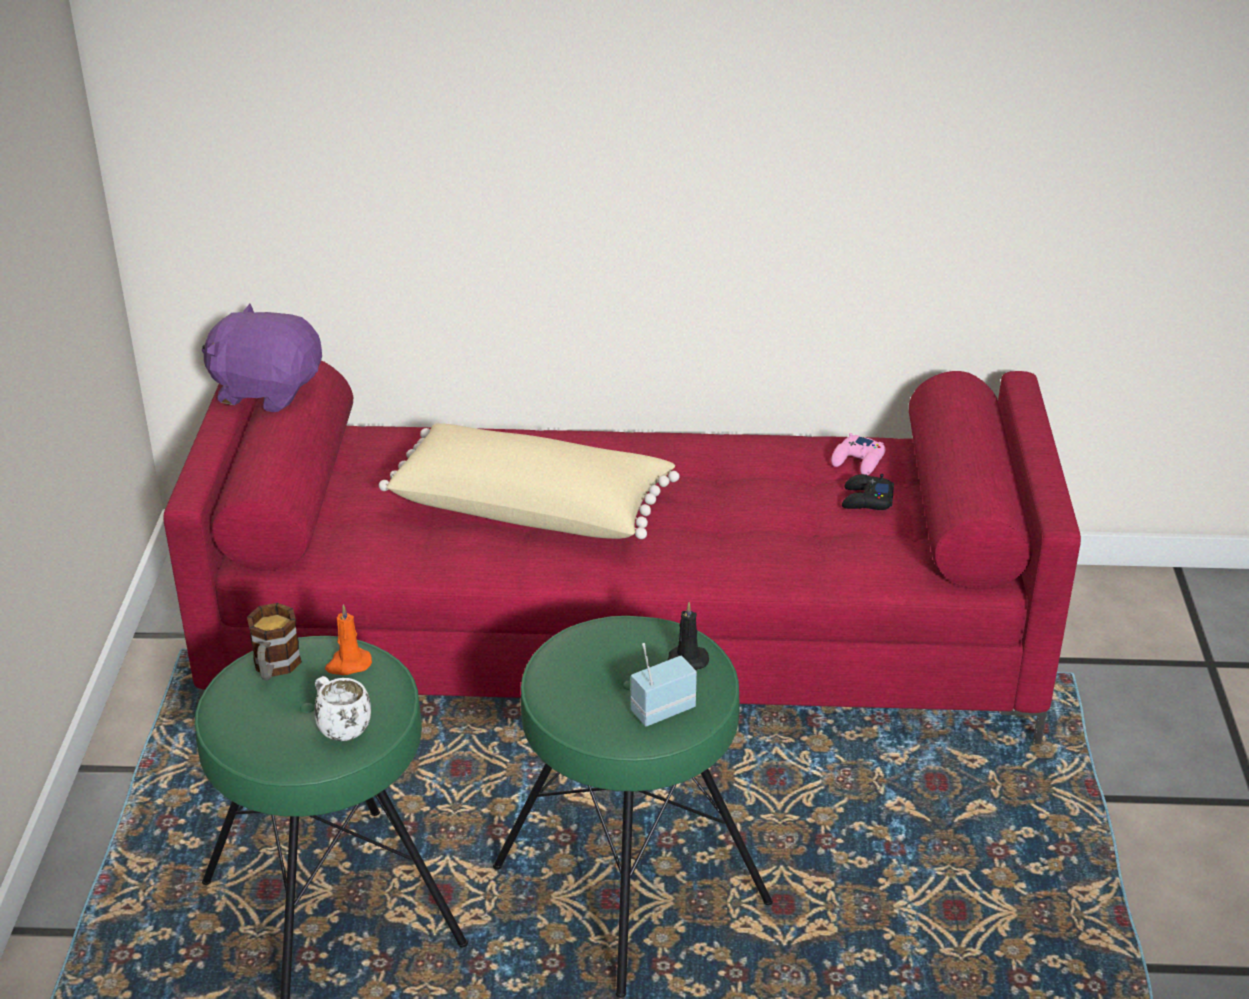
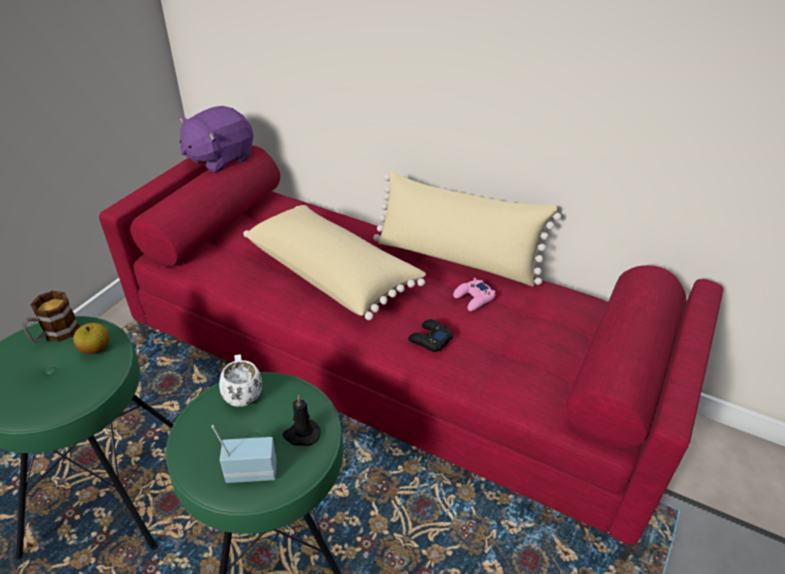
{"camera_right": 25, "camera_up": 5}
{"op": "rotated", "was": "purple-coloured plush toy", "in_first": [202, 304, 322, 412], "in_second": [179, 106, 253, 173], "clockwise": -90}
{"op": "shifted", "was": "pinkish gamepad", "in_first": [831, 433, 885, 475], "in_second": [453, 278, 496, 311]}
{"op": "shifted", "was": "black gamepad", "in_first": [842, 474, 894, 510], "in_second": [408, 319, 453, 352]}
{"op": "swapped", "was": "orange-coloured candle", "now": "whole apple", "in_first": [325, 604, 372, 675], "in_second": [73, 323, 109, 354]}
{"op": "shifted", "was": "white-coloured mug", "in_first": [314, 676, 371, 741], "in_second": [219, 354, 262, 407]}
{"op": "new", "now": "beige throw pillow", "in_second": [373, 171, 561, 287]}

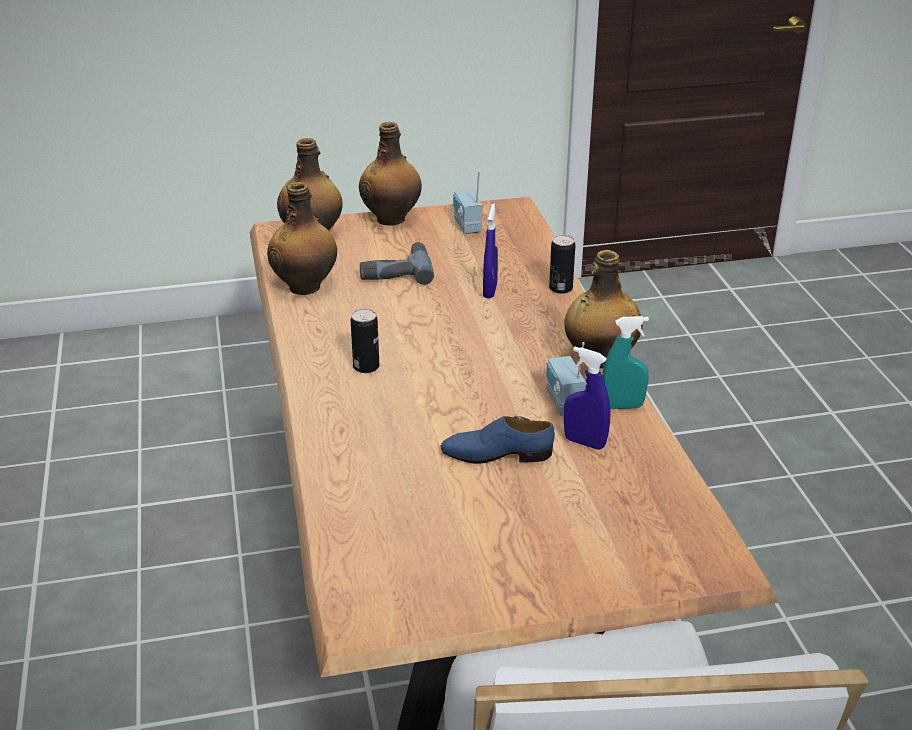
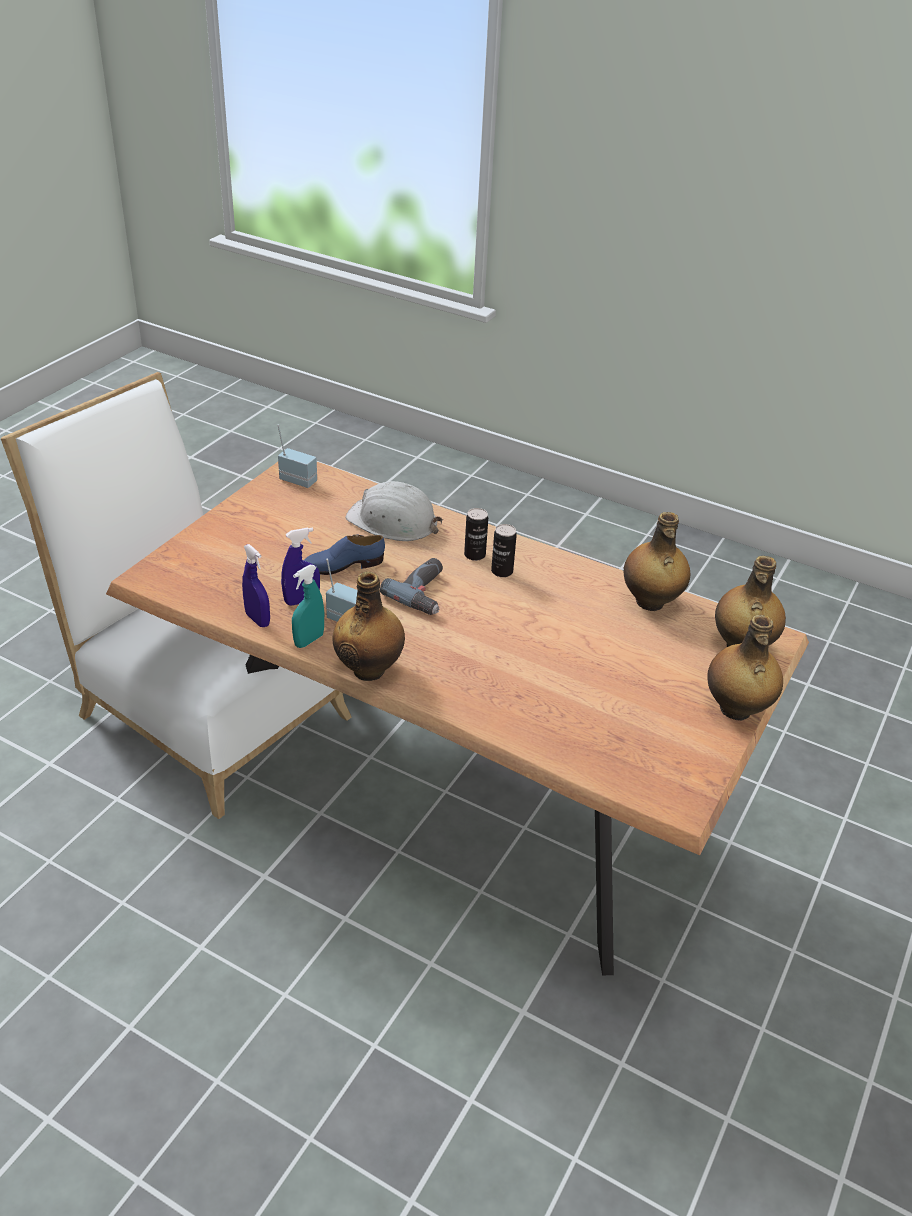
{"camera_right": 130, "camera_up": 5}
{"op": "shifted", "was": "radio receiver", "in_first": [453, 171, 482, 234], "in_second": [277, 425, 317, 488]}
{"op": "shifted", "was": "blue-coloured spray bottle", "in_first": [483, 203, 498, 298], "in_second": [242, 544, 270, 627]}
{"op": "shifted", "was": "can", "in_first": [549, 235, 575, 294], "in_second": [464, 508, 488, 561]}
{"op": "shifted", "was": "drill", "in_first": [360, 242, 434, 285], "in_second": [380, 558, 443, 615]}
{"op": "rotated", "was": "blue-coloured low shoe", "in_first": [441, 416, 555, 464], "in_second": [303, 534, 385, 575], "clockwise": -150}
{"op": "new", "now": "white-coloured safety helmet", "in_second": [346, 481, 443, 541]}

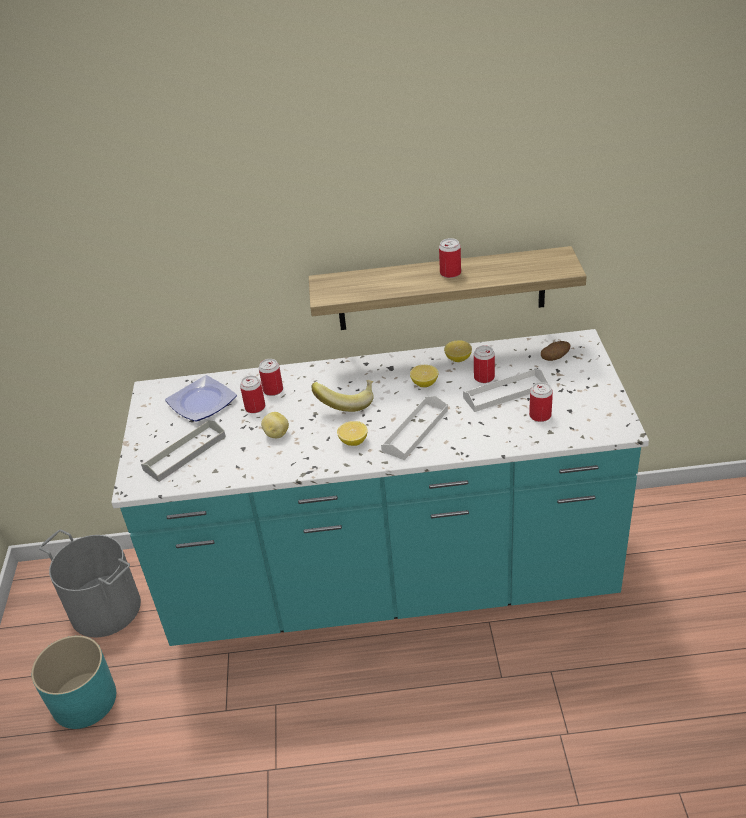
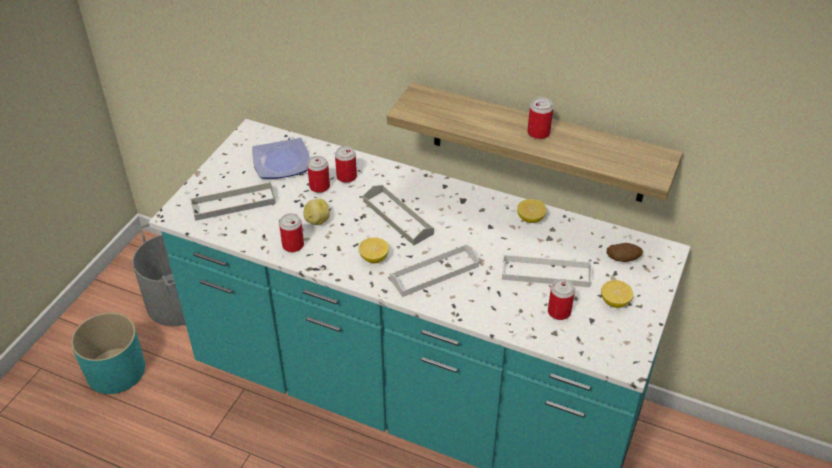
{"camera_right": 25, "camera_up": 5}
{"op": "shifted", "was": "can", "in_first": [474, 345, 495, 383], "in_second": [279, 213, 304, 252]}
{"op": "shifted", "was": "citrus fruit", "in_first": [410, 365, 439, 387], "in_second": [601, 280, 634, 308]}
{"op": "swapped", "was": "banana fruit", "now": "greyish tray", "in_first": [311, 380, 374, 412], "in_second": [363, 185, 434, 245]}

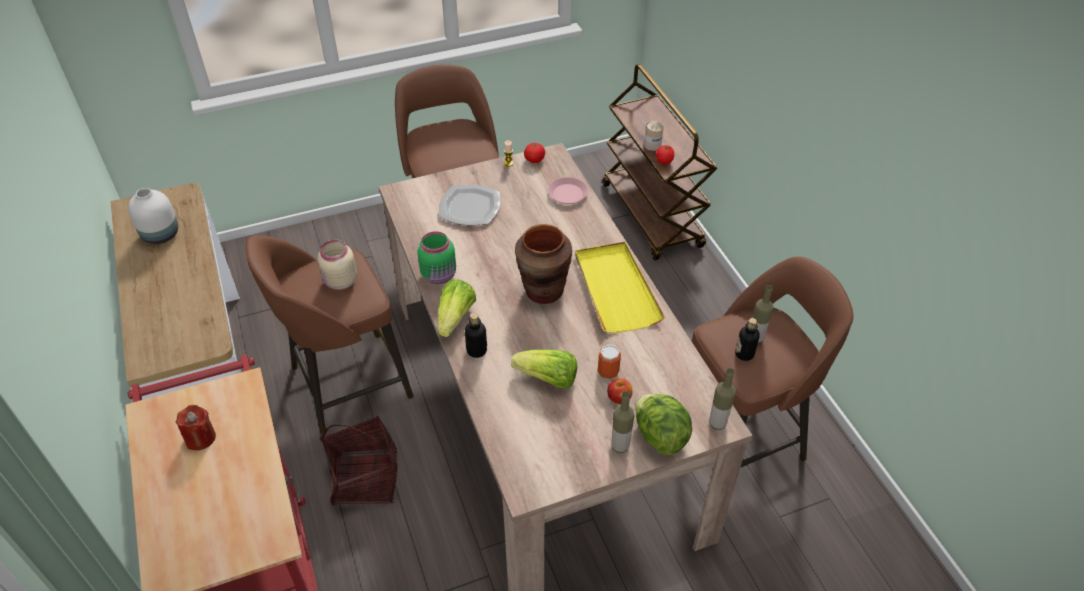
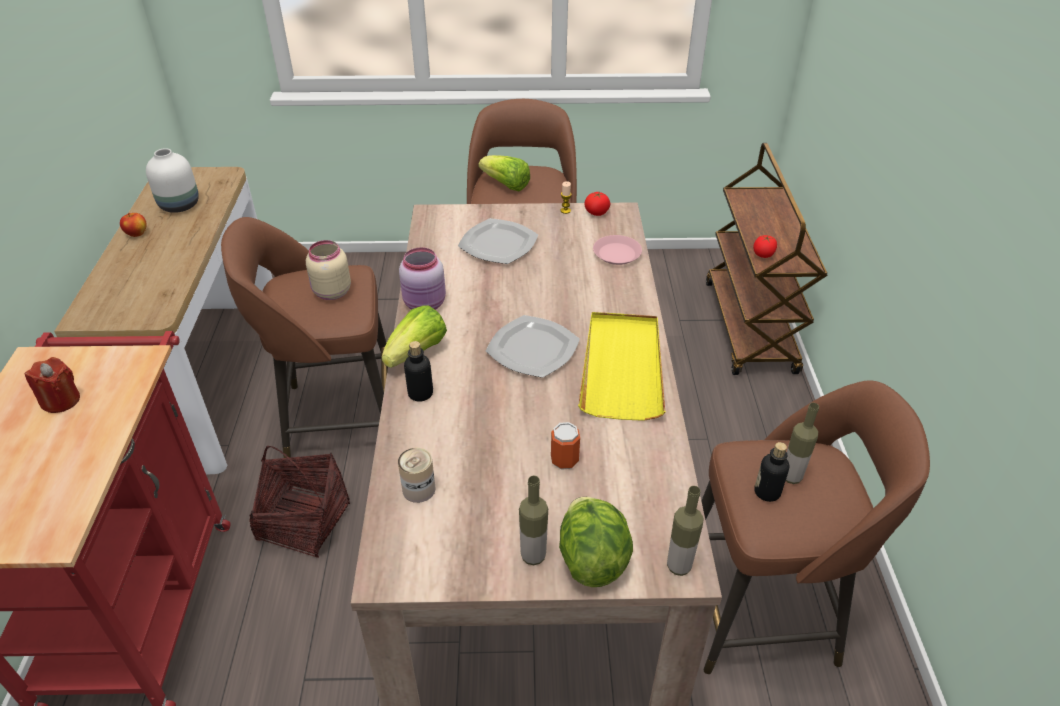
{"camera_right": 20, "camera_up": -5}
{"op": "shifted", "was": "can", "in_first": [644, 121, 664, 151], "in_second": [398, 448, 436, 503]}
{"op": "swapped", "was": "brown-coloured decorative vase", "now": "flat dish", "in_first": [515, 224, 572, 304], "in_second": [486, 315, 580, 378]}
{"op": "repainted", "was": "green preserve jar", "now": "pinkish preserve jar", "in_first": [417, 231, 456, 284], "in_second": [399, 247, 446, 310]}
{"op": "shifted", "was": "lettuce", "in_first": [511, 350, 577, 388], "in_second": [479, 155, 530, 191]}
{"op": "shifted", "was": "whole apple", "in_first": [607, 378, 633, 404], "in_second": [120, 213, 147, 237]}

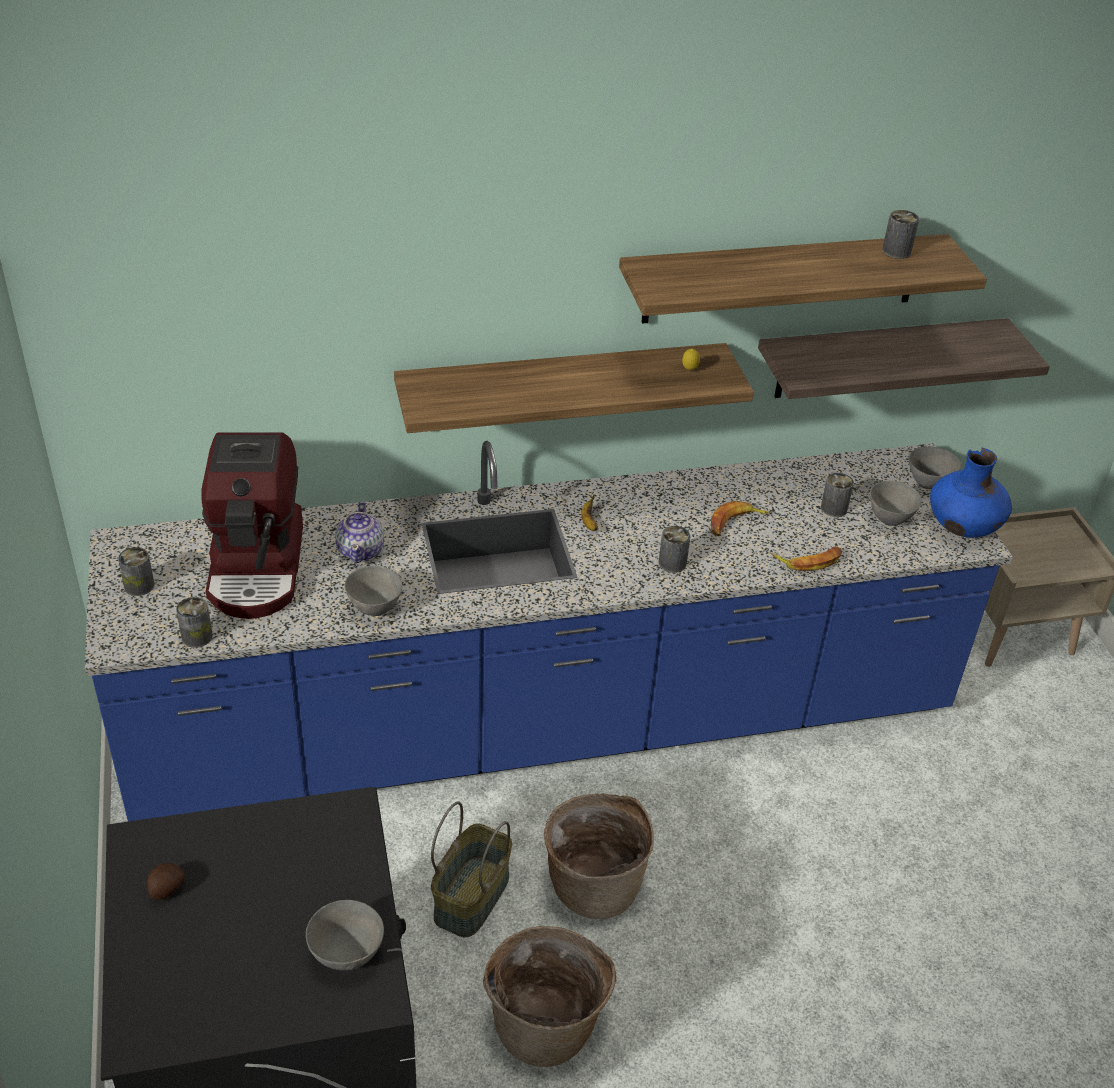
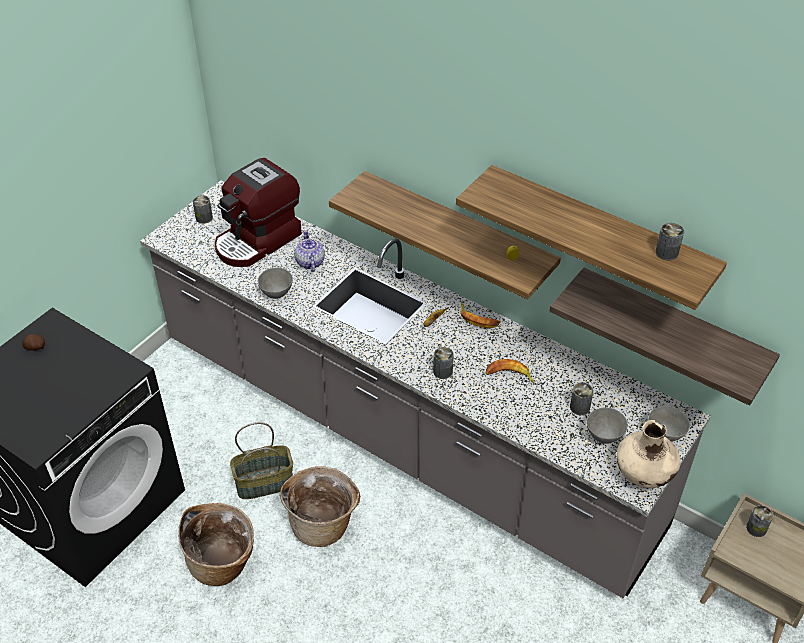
{"camera_right": 50, "camera_up": 5}
{"op": "repainted", "was": "blue-coloured kitchen base unit", "now": "greyish kitchen base unit", "in_first": [85, 441, 1013, 821], "in_second": [140, 180, 711, 598]}
{"op": "repainted", "was": "blue-coloured decorative vase", "now": "beige decorative vase", "in_first": [930, 448, 1012, 538], "in_second": [617, 420, 681, 488]}
{"op": "rotated", "was": "tea pot", "in_first": [335, 502, 384, 563], "in_second": [295, 230, 325, 272], "clockwise": 120}
{"op": "shifted", "was": "banana fruit", "in_first": [772, 546, 843, 571], "in_second": [460, 303, 500, 328]}
{"op": "shifted", "was": "can", "in_first": [176, 597, 213, 648], "in_second": [746, 505, 773, 537]}
{"op": "gone", "was": "greyish deep dish", "in_first": [306, 900, 384, 970]}

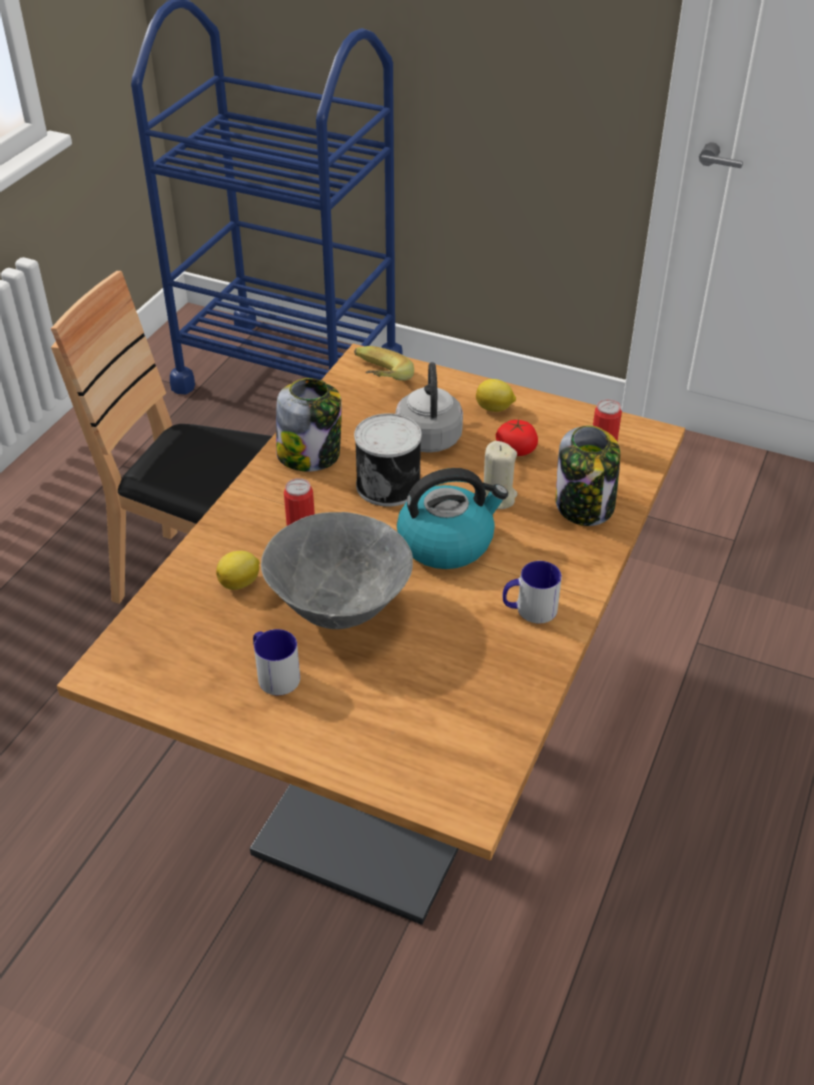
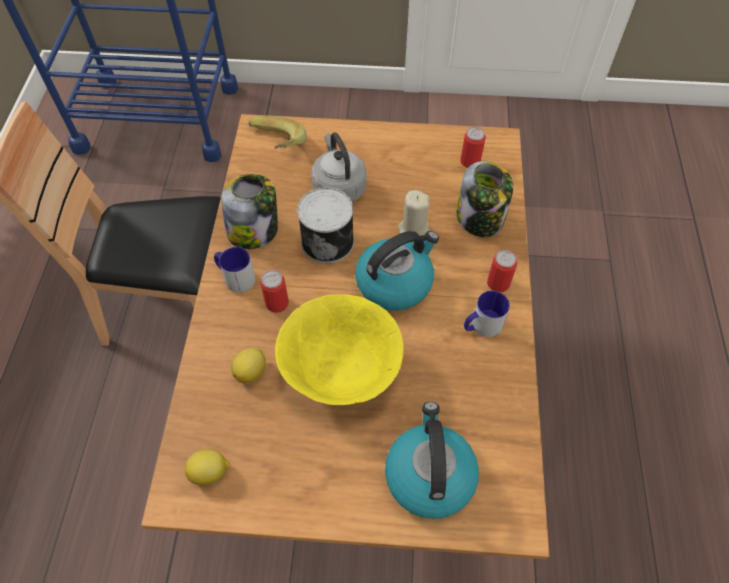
{"camera_right": -20, "camera_up": 15}
{"op": "shifted", "was": "citrus fruit", "in_first": [476, 379, 516, 412], "in_second": [185, 449, 230, 485]}
{"op": "gone", "was": "whole tomato", "in_first": [496, 419, 538, 456]}
{"op": "repainted", "was": "greyish deep dish", "now": "yellow-coloured deep dish", "in_first": [261, 512, 413, 629], "in_second": [275, 294, 404, 405]}
{"op": "shifted", "was": "mug", "in_first": [253, 629, 300, 695], "in_second": [214, 247, 255, 293]}
{"op": "new", "now": "can", "in_second": [487, 250, 517, 292]}
{"op": "new", "now": "kettle", "in_second": [385, 402, 479, 519]}

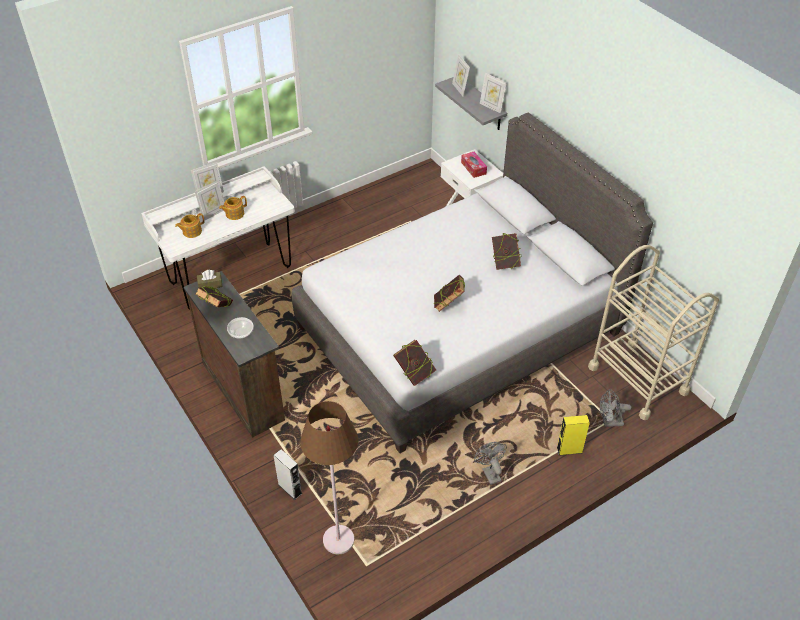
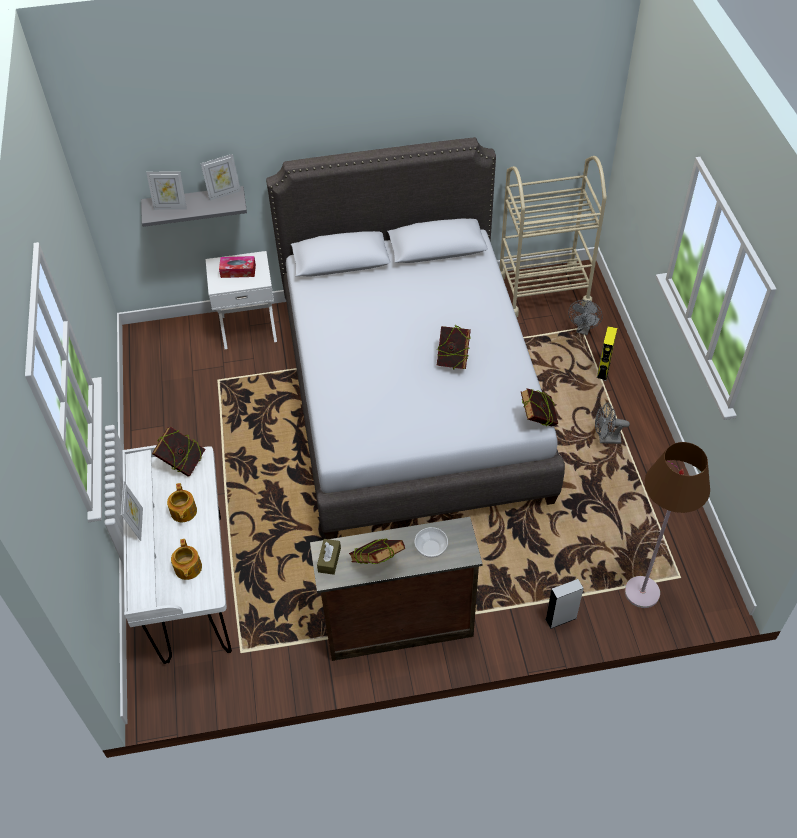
{"camera_right": -65, "camera_up": 5}
{"op": "gone", "was": "picture frame", "in_first": [195, 180, 224, 221]}
{"op": "shifted", "was": "volume", "in_first": [492, 233, 521, 270], "in_second": [152, 427, 205, 476]}

